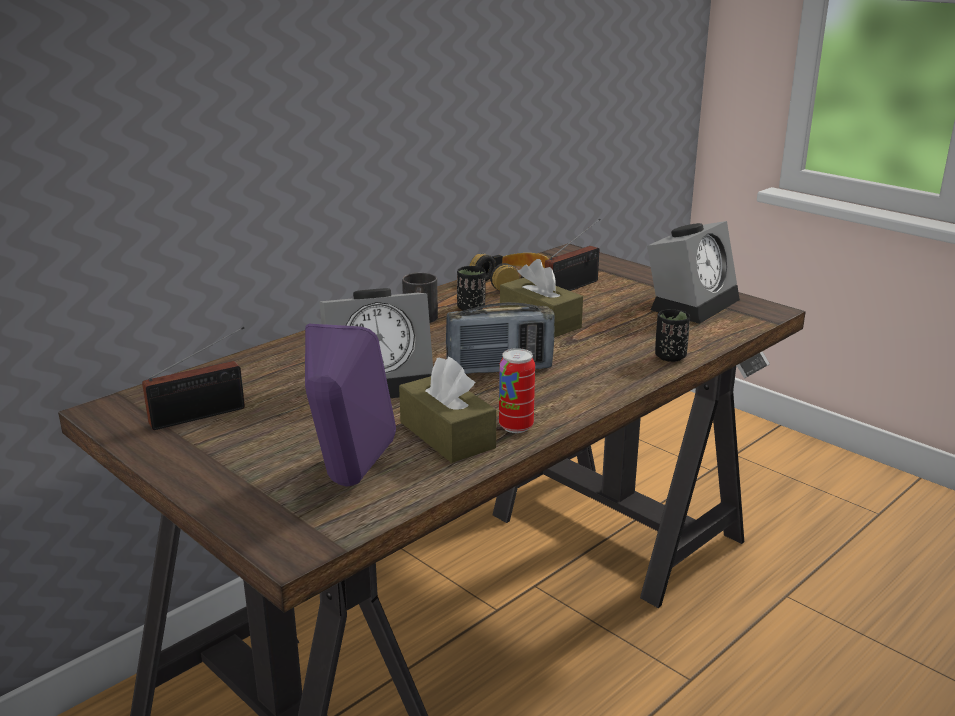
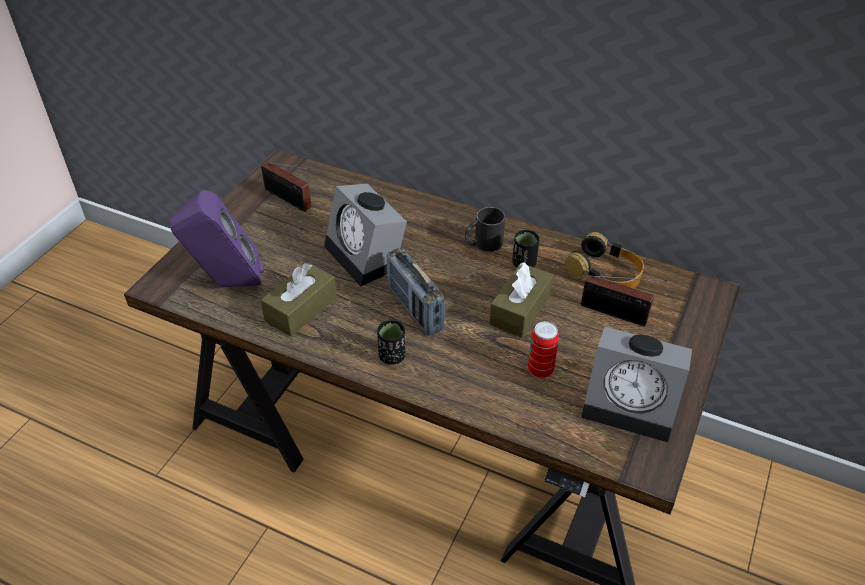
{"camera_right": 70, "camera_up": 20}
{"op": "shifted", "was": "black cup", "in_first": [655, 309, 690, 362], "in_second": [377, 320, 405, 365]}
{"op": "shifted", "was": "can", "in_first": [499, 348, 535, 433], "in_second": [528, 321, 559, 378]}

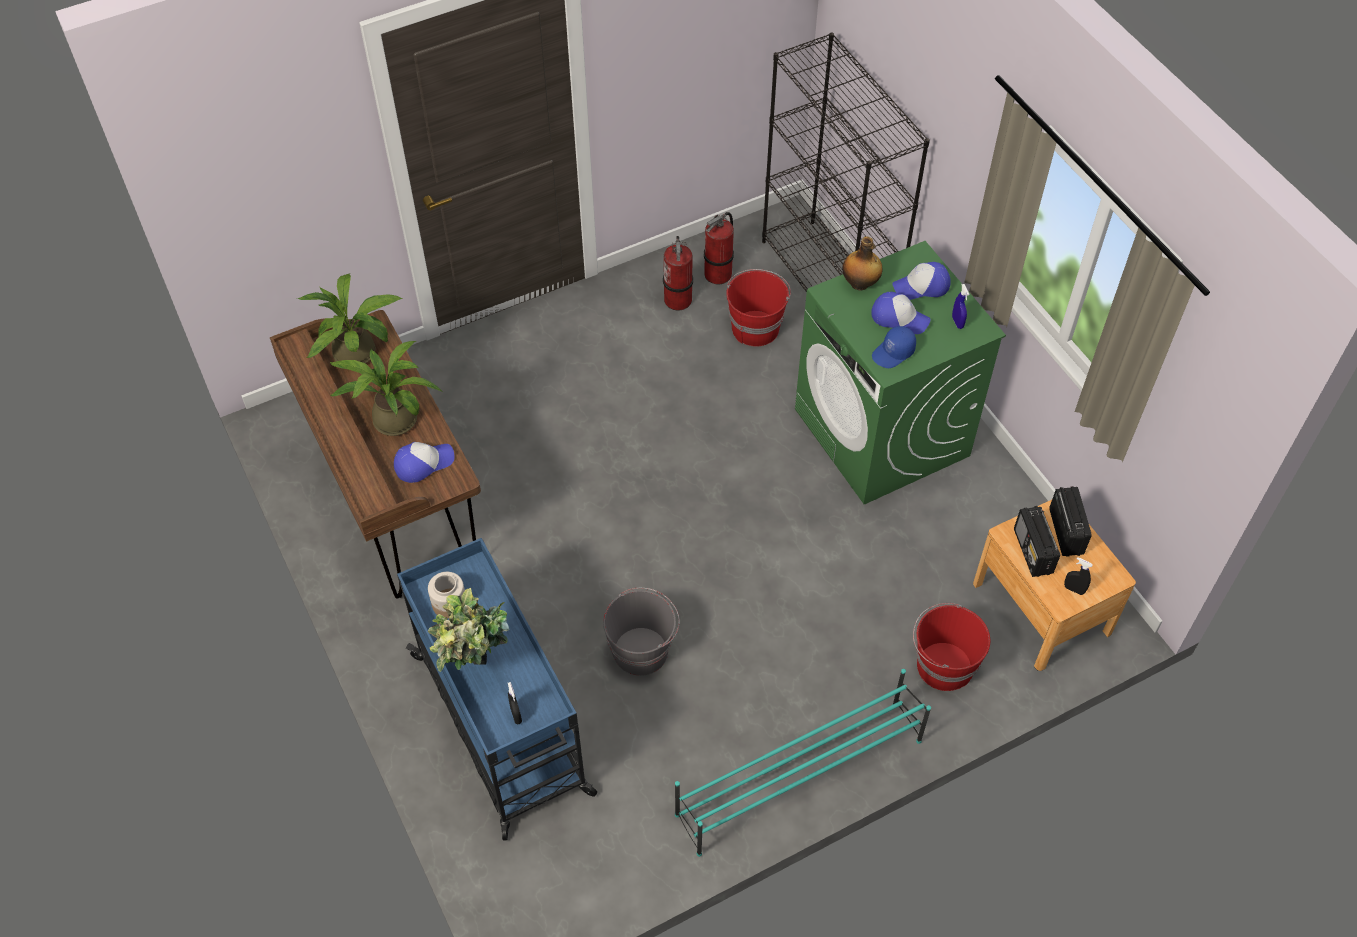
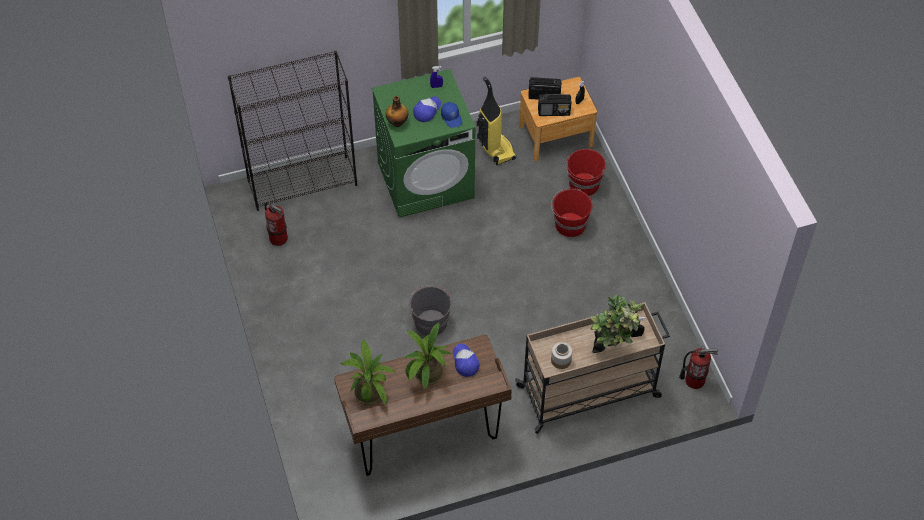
{"camera_right": -80, "camera_up": 0}
{"op": "shifted", "was": "extinguisher", "in_first": [663, 236, 693, 310], "in_second": [679, 346, 718, 389]}
{"op": "gone", "was": "peaked cap", "in_first": [892, 262, 951, 300]}
{"op": "shifted", "was": "red pail", "in_first": [726, 269, 791, 347], "in_second": [551, 188, 593, 237]}
{"op": "repainted", "was": "blue-coloured trolley", "now": "beige trolley", "in_first": [397, 538, 597, 840], "in_second": [515, 302, 670, 434]}
{"op": "shifted", "was": "greyish pail", "in_first": [603, 588, 680, 676], "in_second": [408, 285, 452, 336]}
{"op": "gone", "was": "blue-green shoe shelf", "in_first": [675, 669, 931, 857]}
{"op": "new", "now": "hoover", "in_second": [477, 77, 516, 165]}

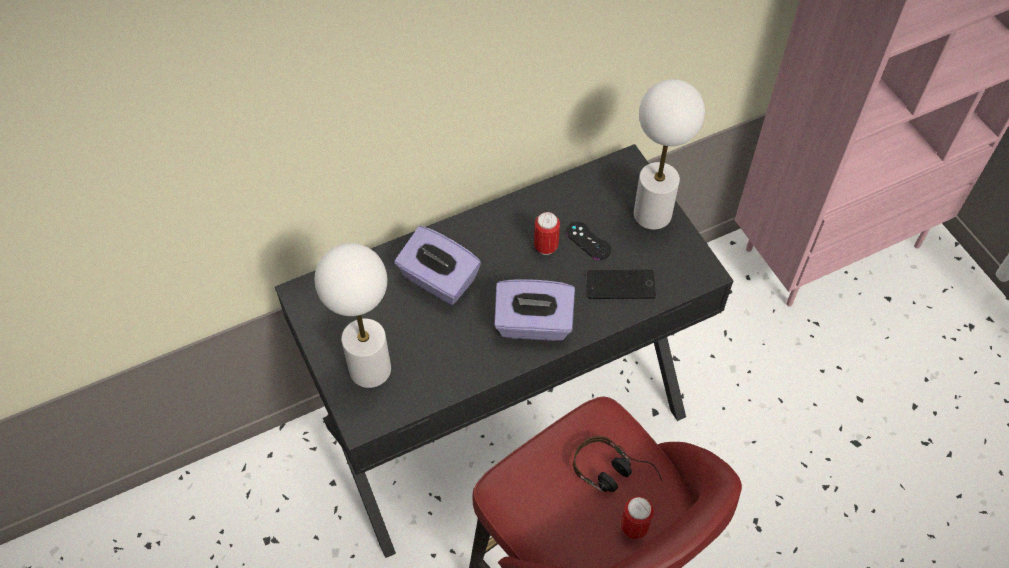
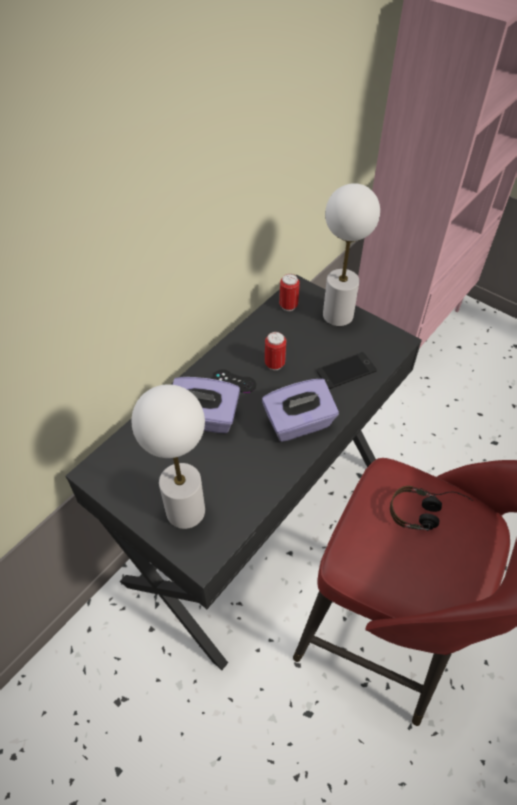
{"camera_right": -25, "camera_up": -5}
{"op": "shifted", "was": "black gamepad", "in_first": [566, 222, 611, 260], "in_second": [212, 369, 256, 393]}
{"op": "shifted", "was": "can", "in_first": [621, 497, 654, 539], "in_second": [279, 274, 300, 311]}

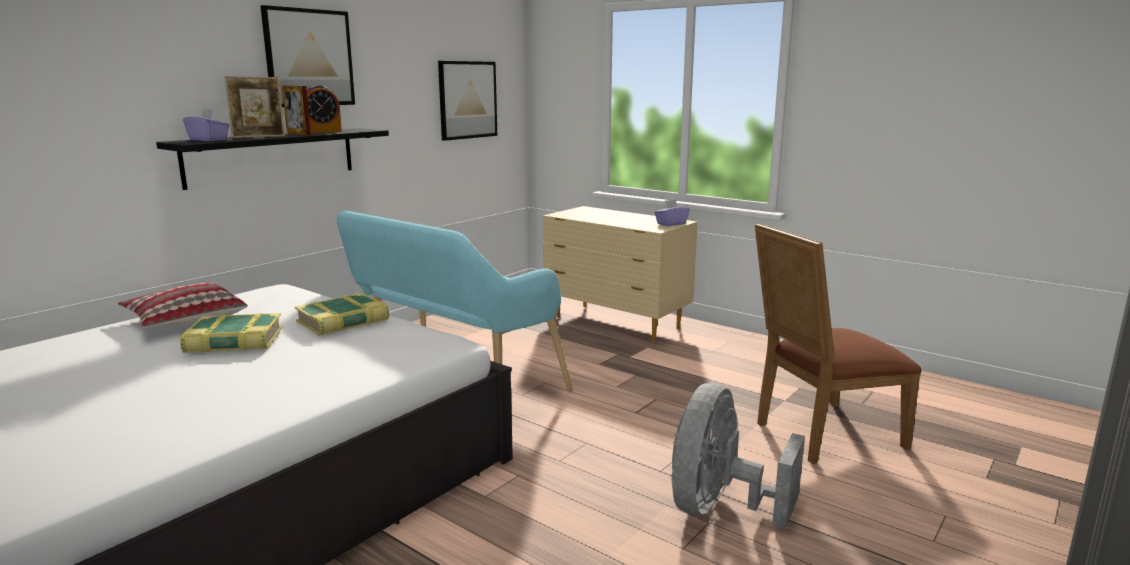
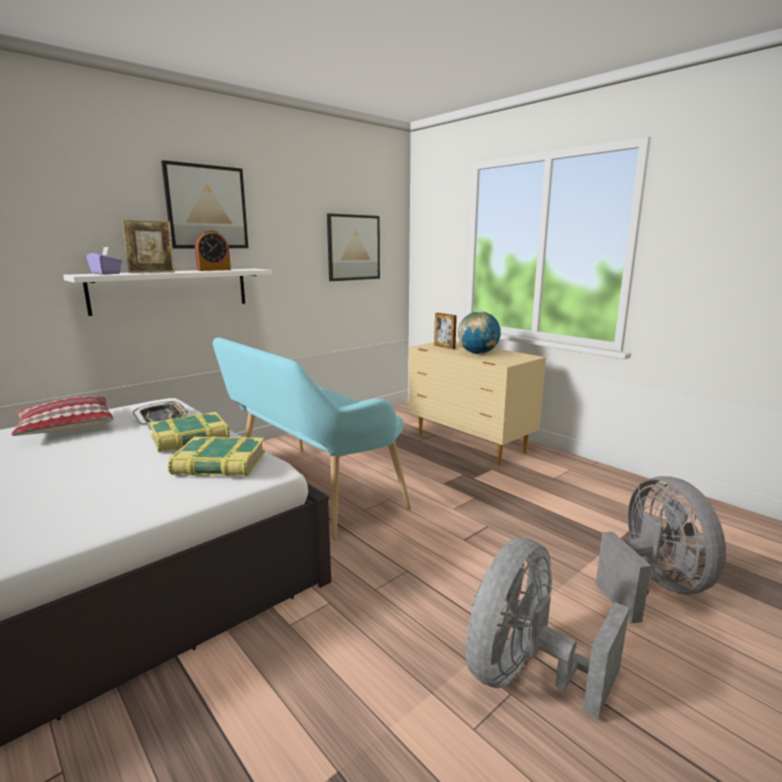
{"camera_right": 10, "camera_up": 0}
{"op": "shifted", "was": "picture frame", "in_first": [282, 86, 311, 135], "in_second": [434, 313, 457, 349]}
{"op": "repainted", "was": "black wall shelf", "now": "white-coloured wall shelf", "in_first": [156, 128, 389, 190], "in_second": [63, 269, 272, 316]}
{"op": "gone", "was": "purple-coloured tissue holder", "in_first": [654, 199, 690, 226]}
{"op": "swapped", "was": "brown-coloured plain chair", "now": "greyish fan", "in_first": [755, 223, 922, 464], "in_second": [596, 476, 726, 624]}
{"op": "shifted", "was": "volume", "in_first": [180, 313, 282, 353], "in_second": [168, 437, 265, 476]}
{"op": "new", "now": "desk globe", "in_second": [458, 311, 501, 354]}
{"op": "new", "now": "tray", "in_second": [132, 401, 189, 426]}

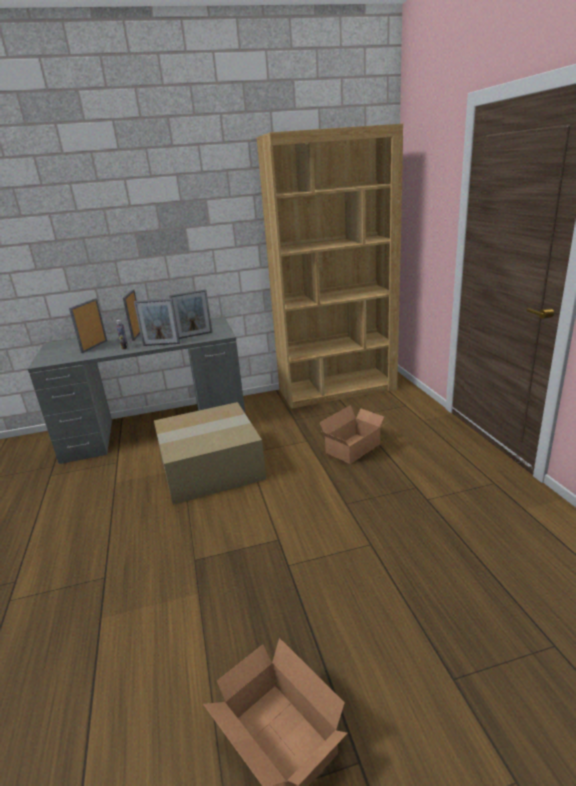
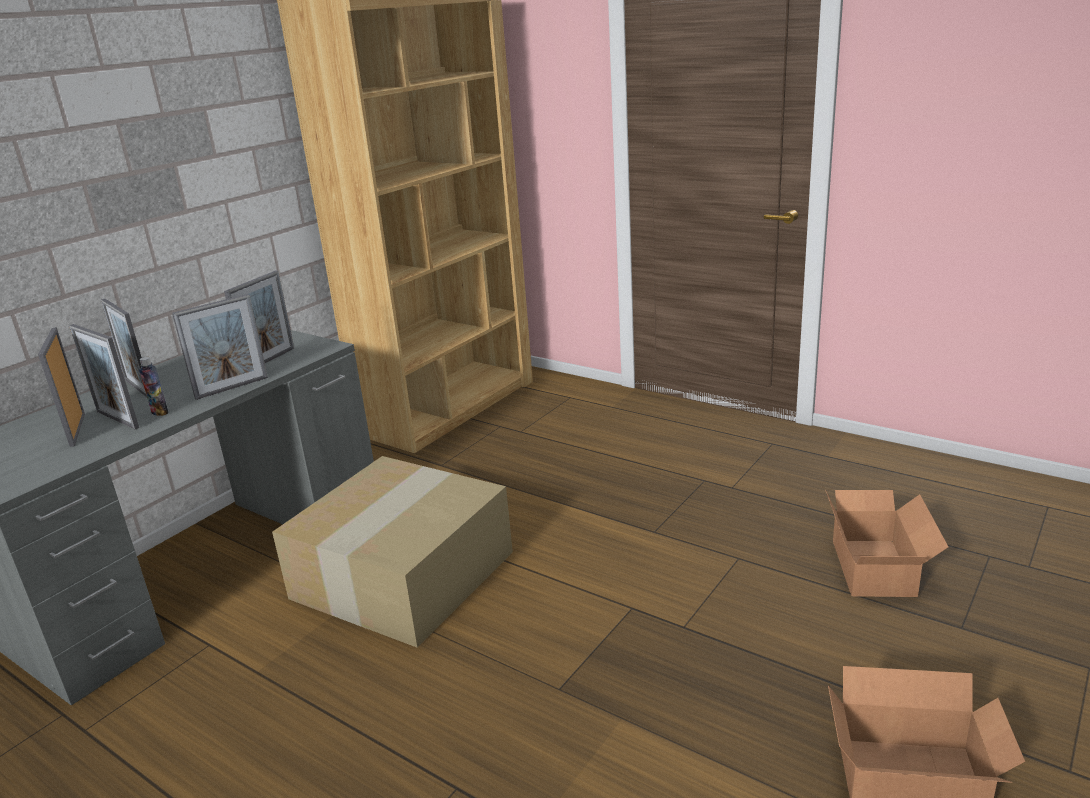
{"camera_right": -40, "camera_up": 0}
{"op": "shifted", "was": "cardboard box", "in_first": [320, 405, 388, 464], "in_second": [825, 490, 948, 597]}
{"op": "new", "now": "picture frame", "in_second": [69, 324, 139, 429]}

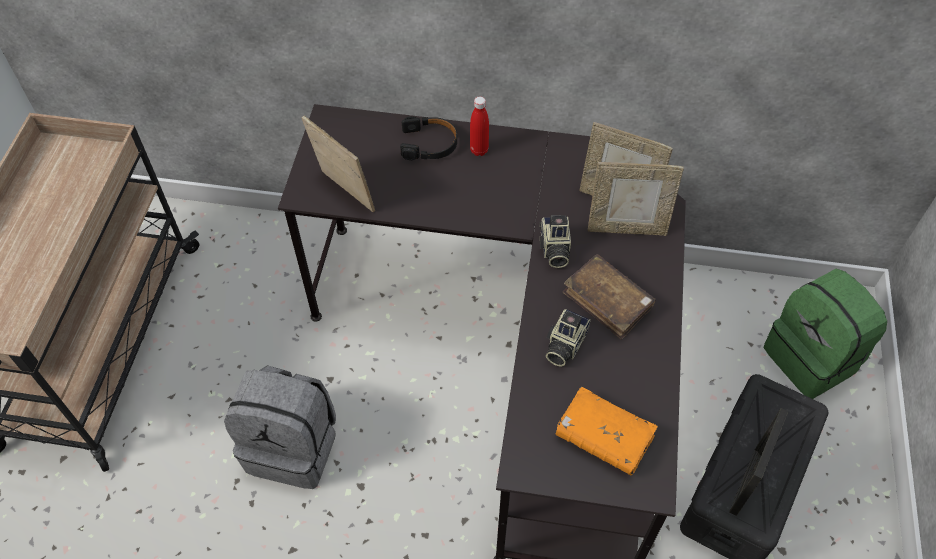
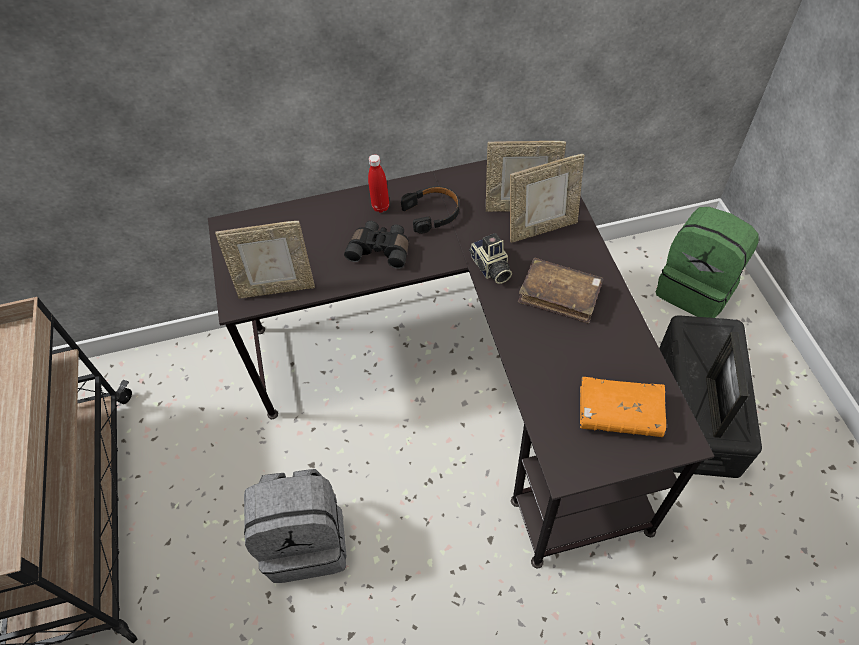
{"camera_right": -20, "camera_up": 0}
{"op": "rotated", "was": "picture frame", "in_first": [302, 116, 375, 212], "in_second": [215, 221, 315, 298], "clockwise": 150}
{"op": "shifted", "was": "black headphones", "in_first": [400, 116, 457, 160], "in_second": [401, 186, 459, 234]}
{"op": "gone", "was": "photo camera", "in_first": [546, 309, 591, 367]}
{"op": "new", "now": "black field glasses", "in_second": [344, 221, 409, 269]}

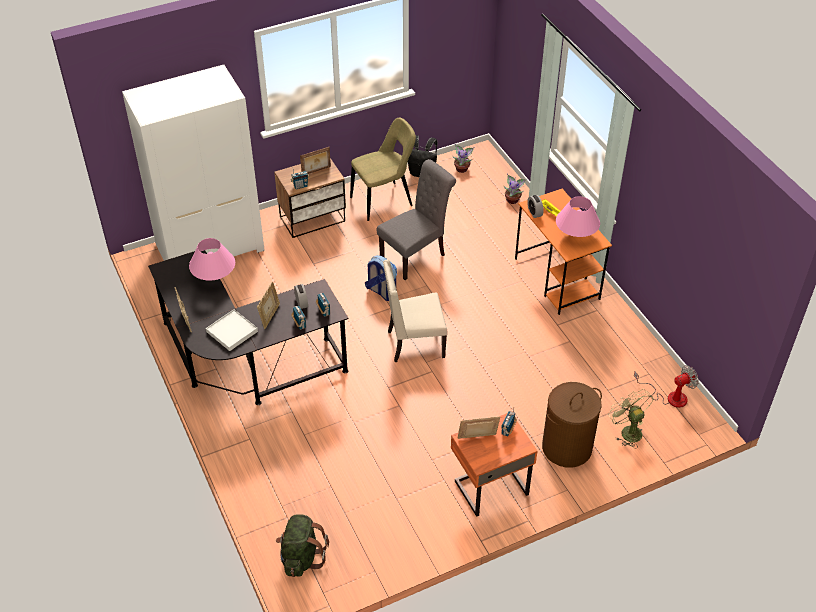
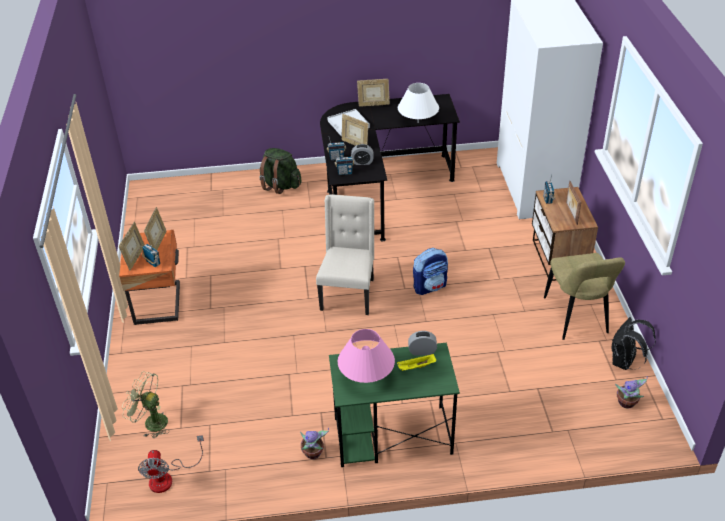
{"camera_right": 110, "camera_up": -5}
{"op": "gone", "was": "greyish plain chair", "in_first": [377, 159, 456, 280]}
{"op": "shifted", "was": "potted plant", "in_first": [503, 174, 527, 204], "in_second": [300, 428, 329, 459]}
{"op": "repainted", "was": "orange-coloured desk unit", "now": "green desk unit", "in_first": [515, 189, 612, 315], "in_second": [329, 343, 460, 467]}
{"op": "repainted", "was": "pinkish tabletop lamp", "now": "white-coloured tabletop lamp", "in_first": [189, 238, 235, 281], "in_second": [398, 83, 439, 120]}
{"op": "gone", "was": "brown-coloured hamper", "in_first": [542, 382, 602, 468]}
{"op": "rotated", "was": "green fan", "in_first": [608, 389, 654, 448], "in_second": [122, 371, 170, 438], "clockwise": -150}
{"op": "shifted", "was": "green knapsack", "in_first": [276, 514, 329, 577], "in_second": [259, 148, 302, 194]}
{"op": "new", "now": "picture frame", "in_second": [119, 222, 145, 270]}

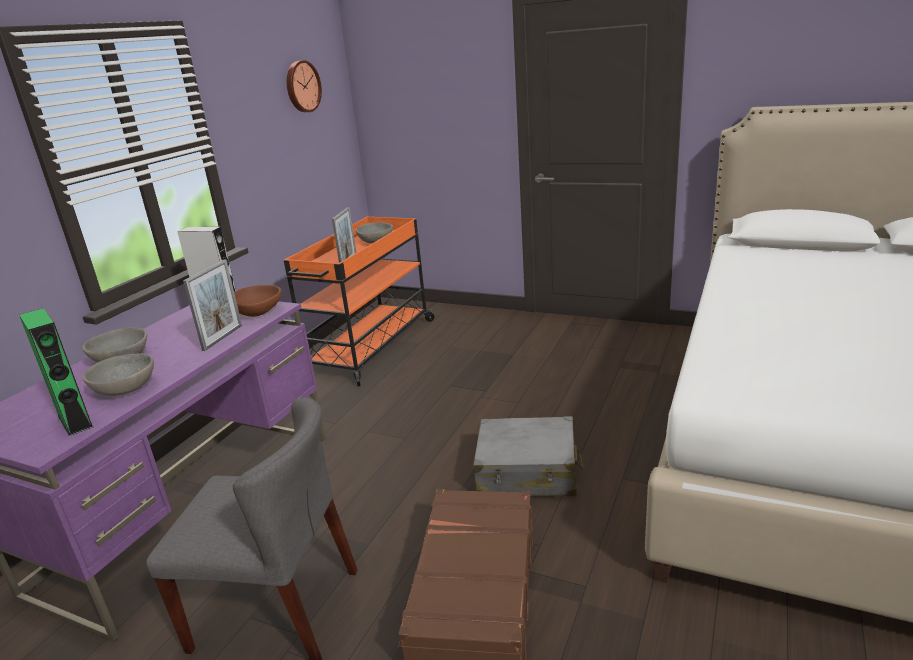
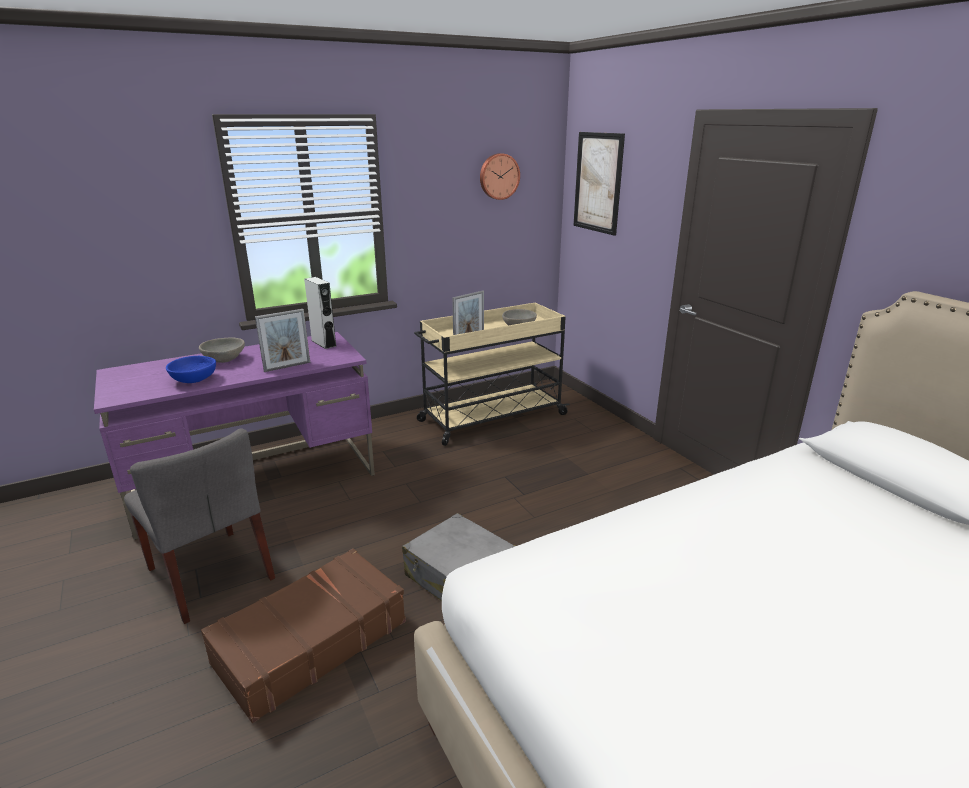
{"camera_right": 35, "camera_up": 0}
{"op": "repainted", "was": "orange-coloured trolley", "now": "beige trolley", "in_first": [284, 217, 435, 386], "in_second": [414, 303, 570, 446]}
{"op": "gone", "was": "brown-coloured deep dish", "in_first": [234, 285, 281, 317]}
{"op": "gone", "was": "green loudspeaker", "in_first": [19, 308, 93, 436]}
{"op": "repainted", "was": "greyish deep dish", "now": "blue-coloured deep dish", "in_first": [83, 353, 154, 396], "in_second": [166, 356, 216, 383]}
{"op": "new", "now": "picture", "in_second": [573, 132, 625, 236]}

